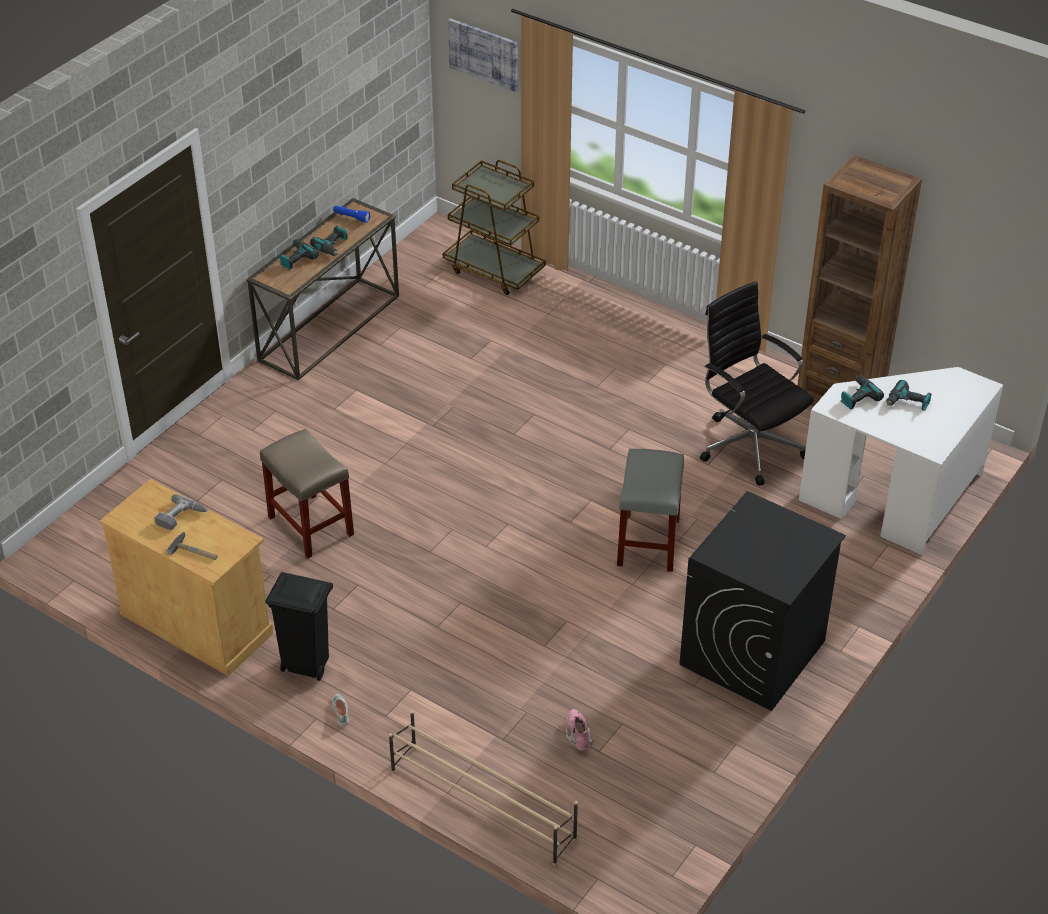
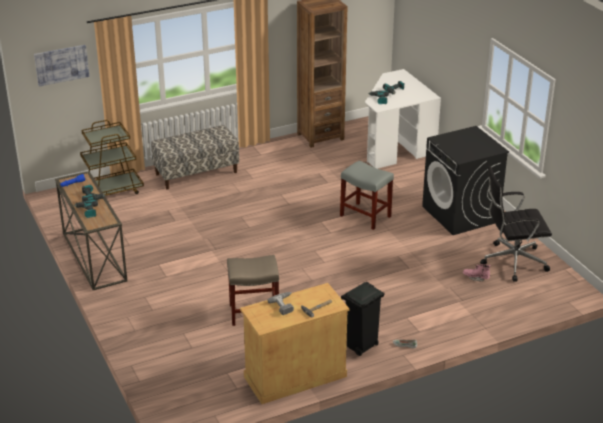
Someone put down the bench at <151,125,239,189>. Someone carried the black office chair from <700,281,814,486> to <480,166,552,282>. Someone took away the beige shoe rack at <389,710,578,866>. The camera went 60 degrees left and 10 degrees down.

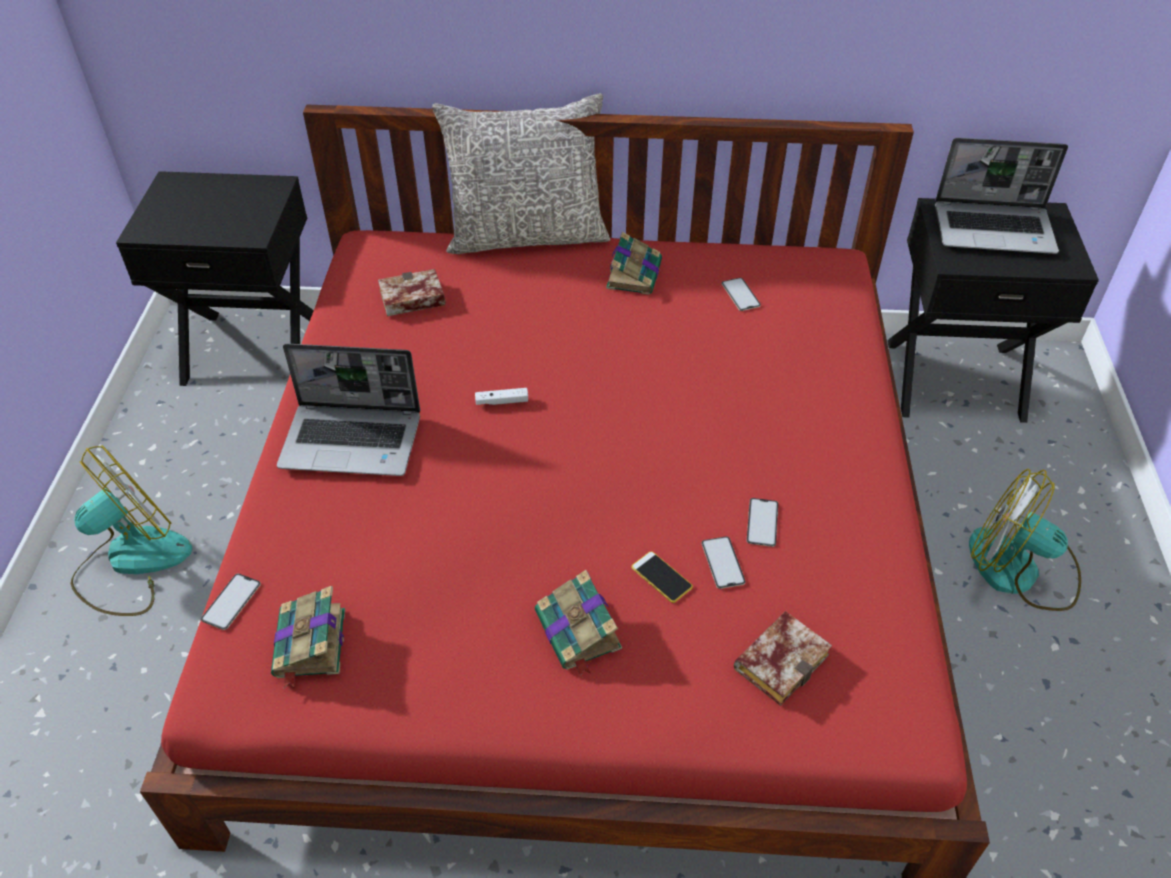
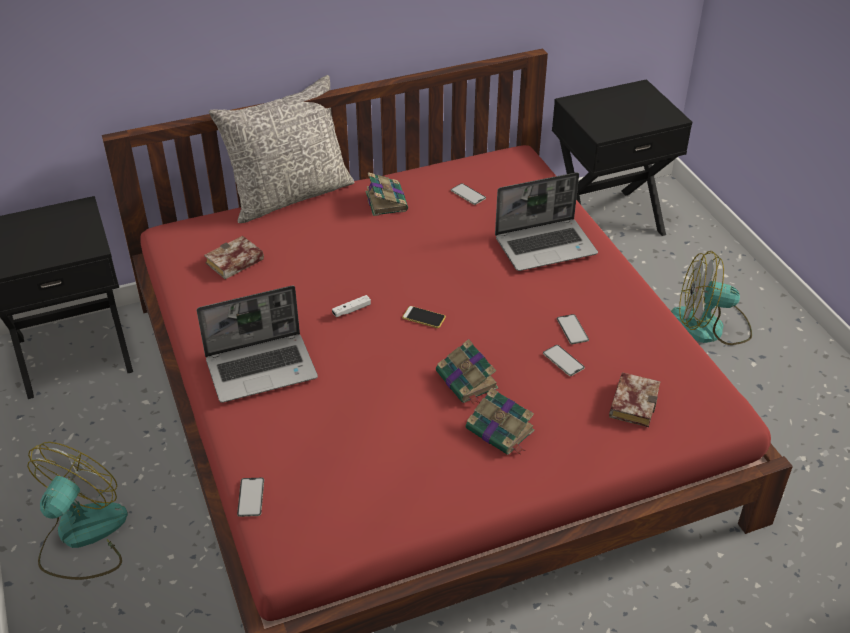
Someone carried the phone from <632,551,693,603> to <402,306,446,328>. Someone carried the book from <271,586,345,688> to <436,339,498,405>. Someone carried the laptop from <935,138,1068,254> to <495,172,598,271>. The camera went 25 degrees left and 5 degrees down.

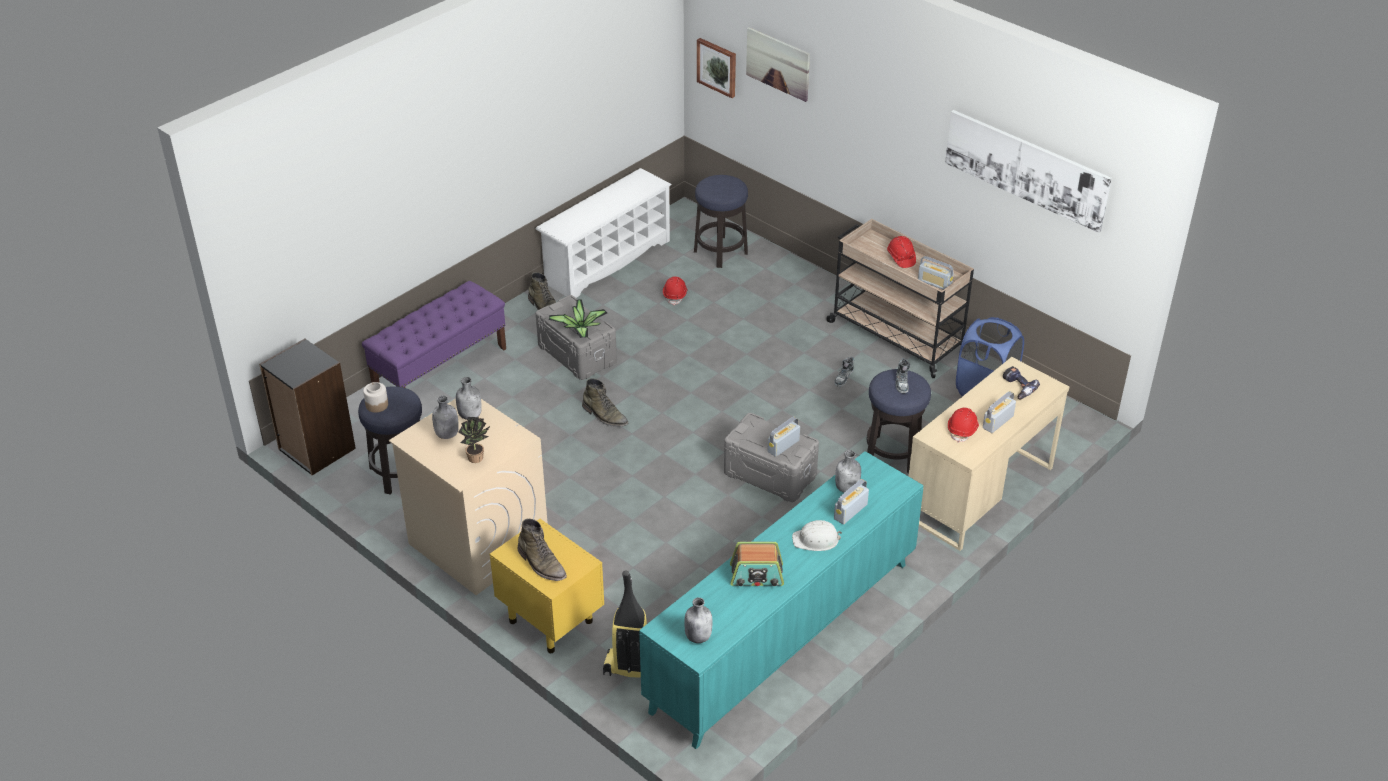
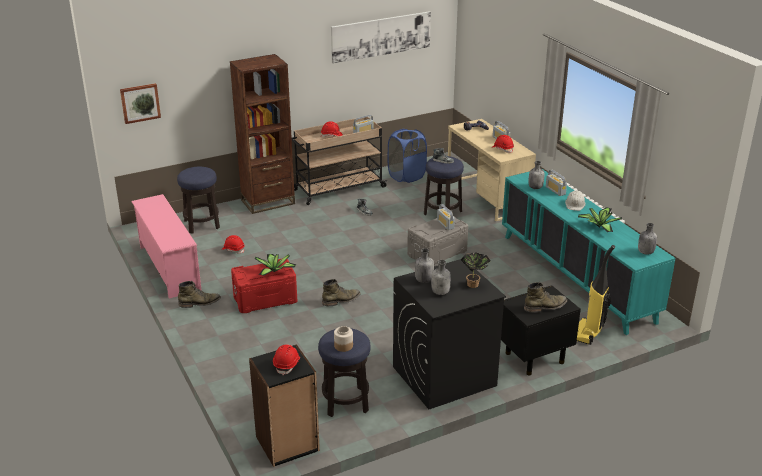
Someone repainted the white shoe rack at <536,168,672,298>, which became the pink shoe rack at <131,194,202,299>. Someone put down the brown bookcase at <230,54,295,214>. Someone repainted the grey storage box at <536,295,617,380>, which became the red storage box at <231,259,297,313>. Someone put down the red hard hat at <273,344,300,376>. Someone repainted the beige washing machine at <389,399,548,595>, which became the black washing machine at <393,259,506,409>. Someone repainted the yellow nightstand at <490,519,604,653>, which became the black nightstand at <501,285,581,376>. Someone swapped the radio at <730,542,784,586> for the potted plant at <578,208,622,232>. Someone took away the purple bench at <362,281,506,388>. Someone took away the picture at <746,27,810,102>. The camera went 70 degrees left and 10 degrees down.

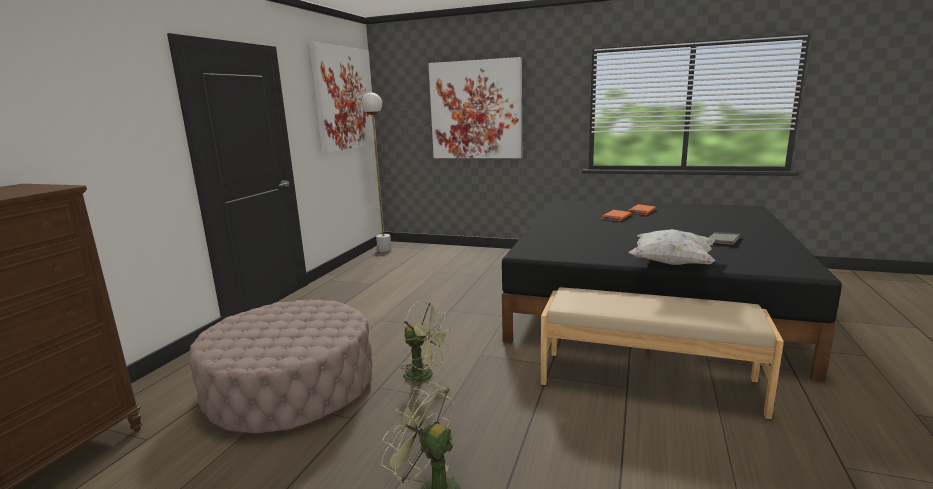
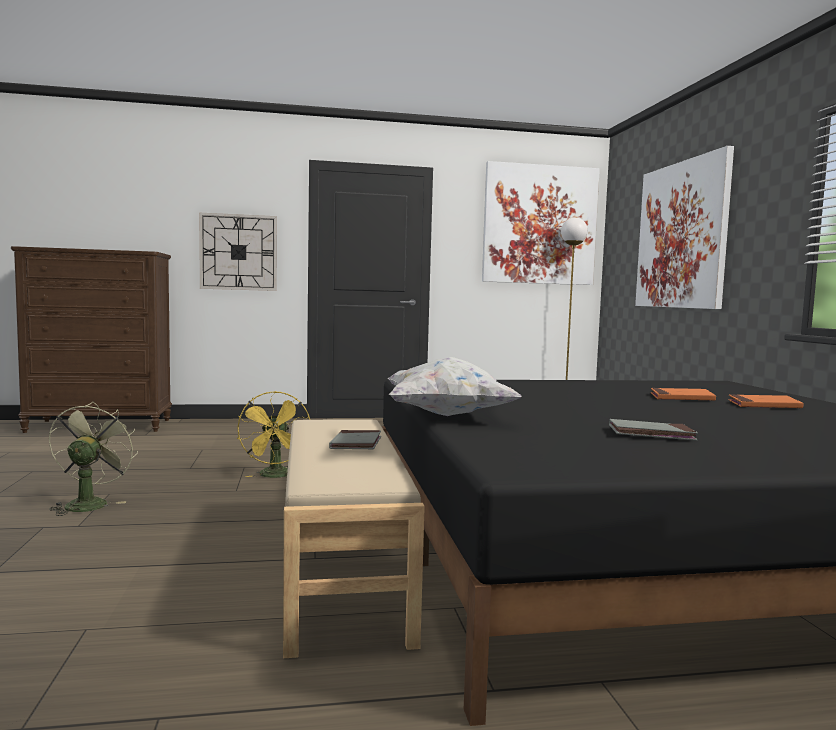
Someone put up the wall clock at <199,213,277,291>. Someone repainted the green fan at <401,300,450,390>, which became the yellow fan at <237,391,310,478>. Someone put down the grey book at <329,430,381,449>. Someone took away the beige ottoman at <189,299,372,434>. The camera went 60 degrees right and 10 degrees down.

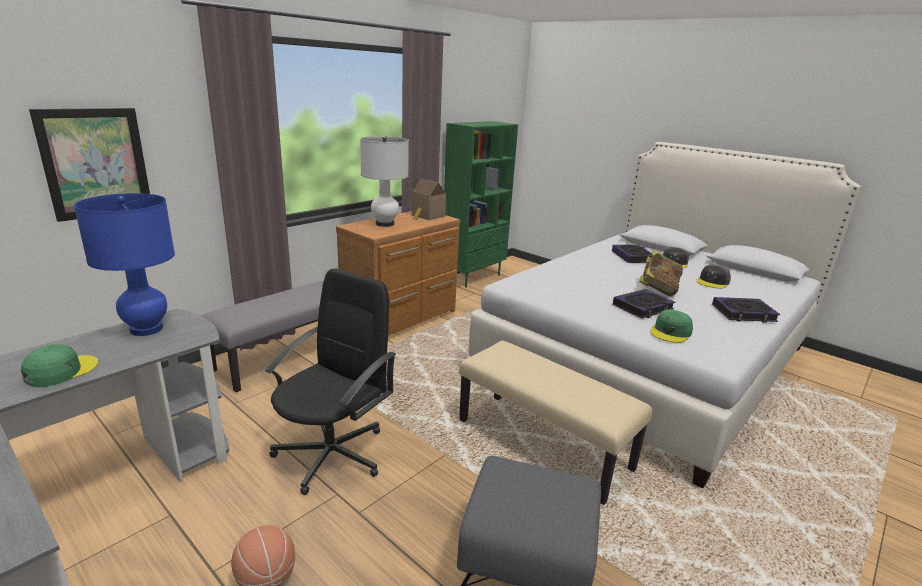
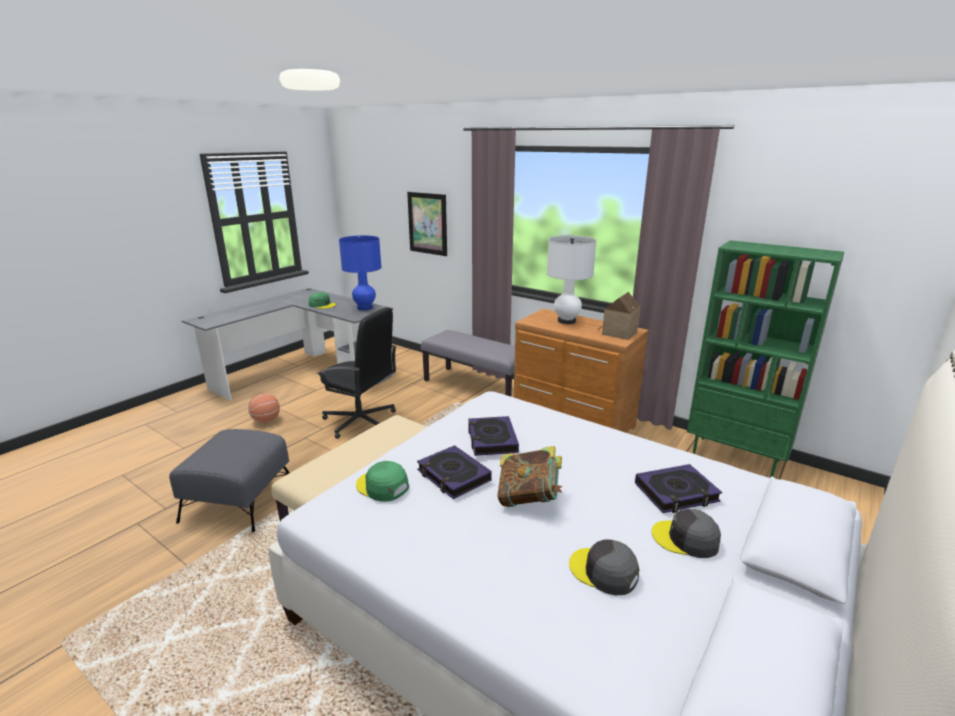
Someone carried the book from <712,297,780,323> to <468,416,519,456>. The camera went 85 degrees right and 0 degrees up.

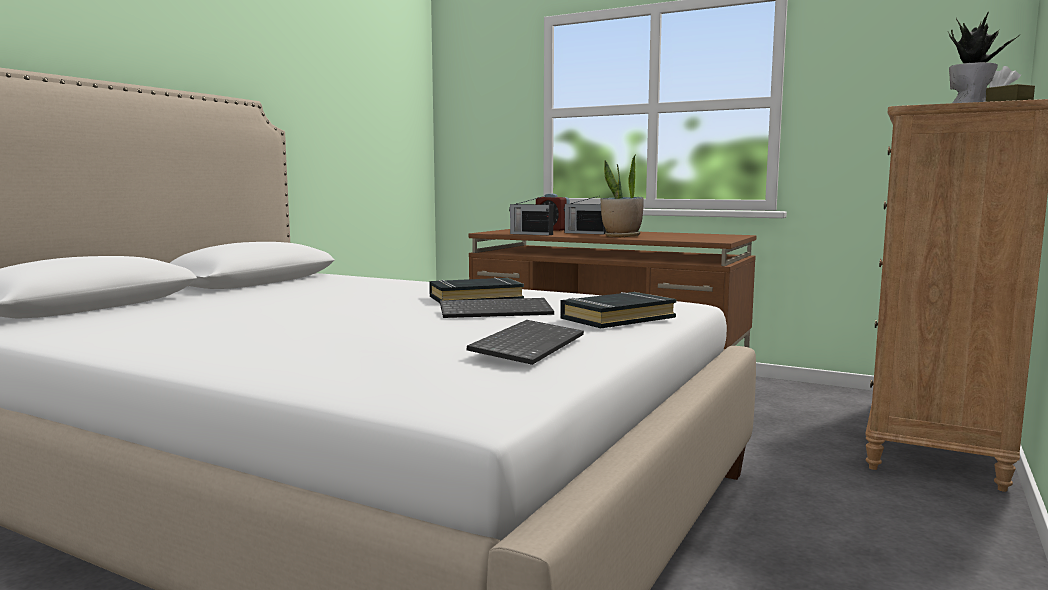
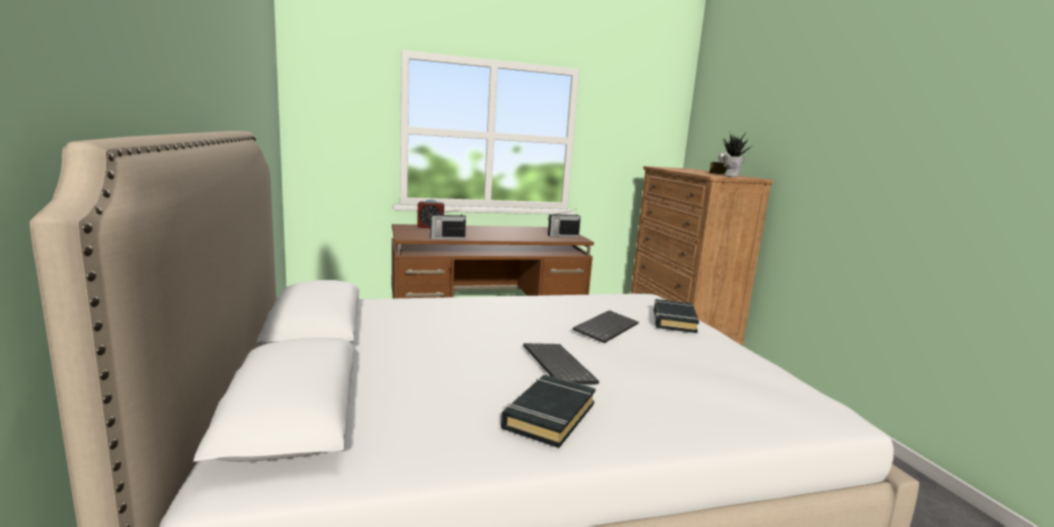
Someone carried the black book from <429,277,524,303> to <501,375,596,448>. Someone carried the keyboard from <467,320,584,365> to <523,343,599,384>. Someone carried the radio from <564,196,606,234> to <548,210,581,237>. Someone took away the potted plant at <601,155,643,237>. The camera went 45 degrees left and 5 degrees up.

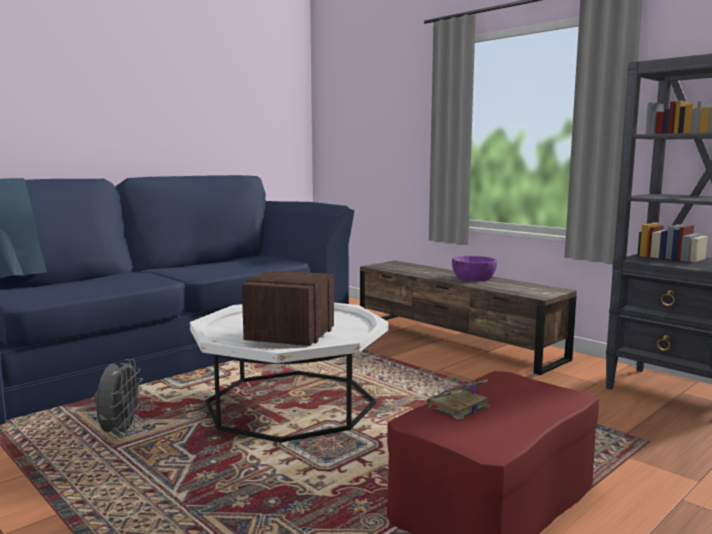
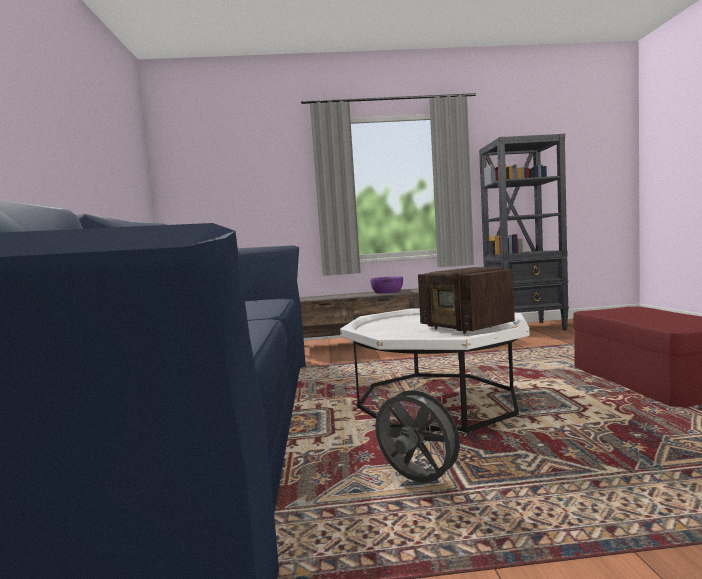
Someone took away the book at <426,379,490,420>. The camera went 50 degrees left and 5 degrees down.

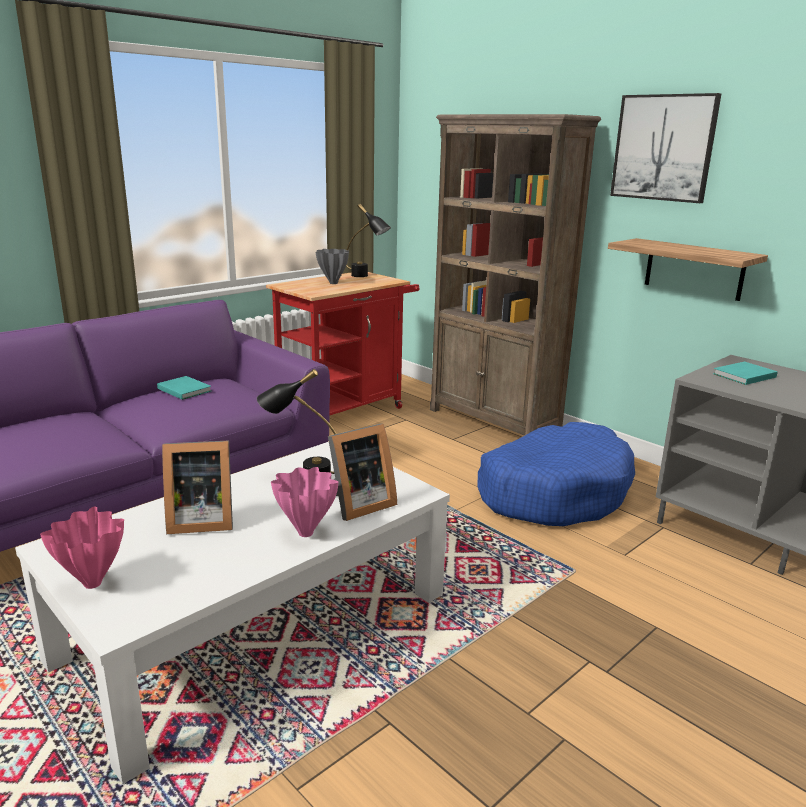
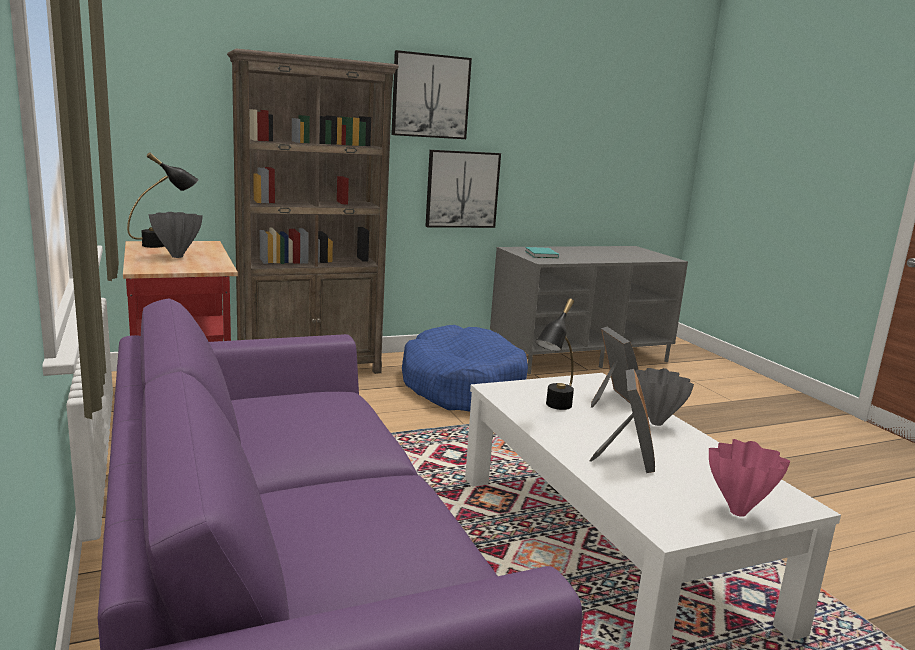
Someone swapped the shelf at <608,238,768,301> for the picture at <425,150,501,228>. Someone repainted the pink vase at <271,467,339,537>, which became the grey vase at <636,368,694,426>. Someone took away the turquoise book at <157,376,211,400>. The camera went 70 degrees left and 5 degrees down.

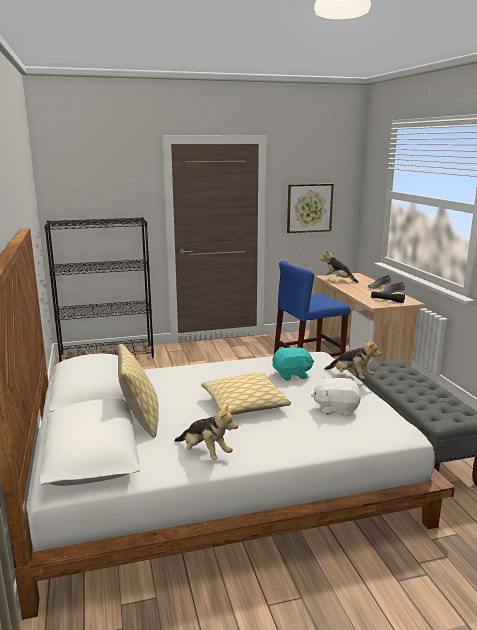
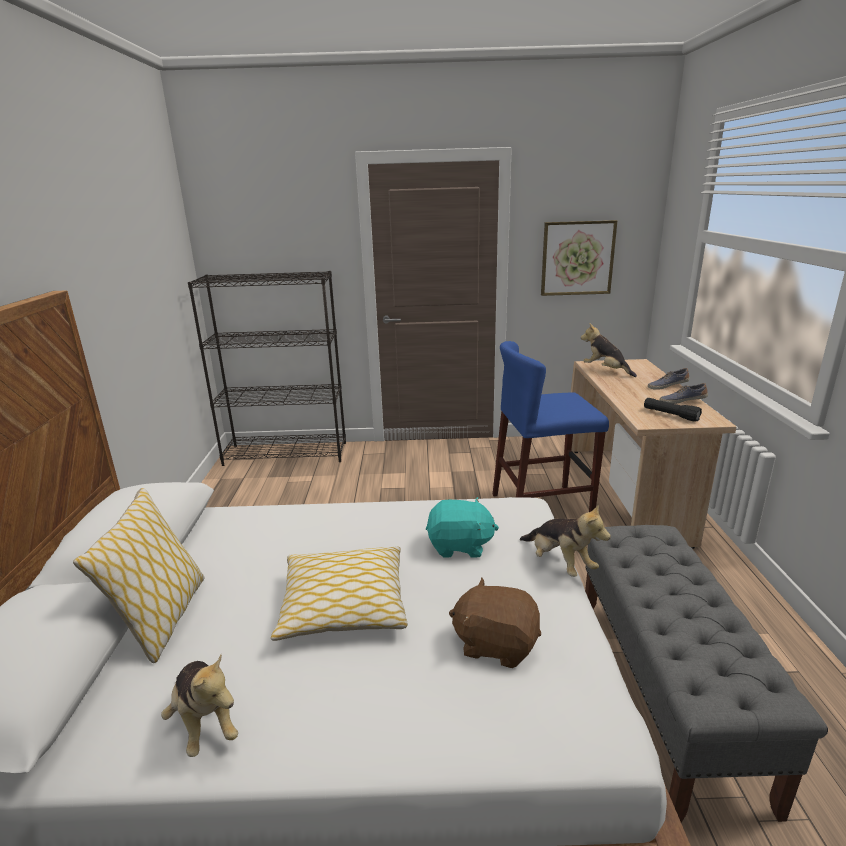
Someone repainted the white plush toy at <311,376,361,416>, which became the brown plush toy at <449,577,541,668>. The camera went 15 degrees right and 5 degrees up.

